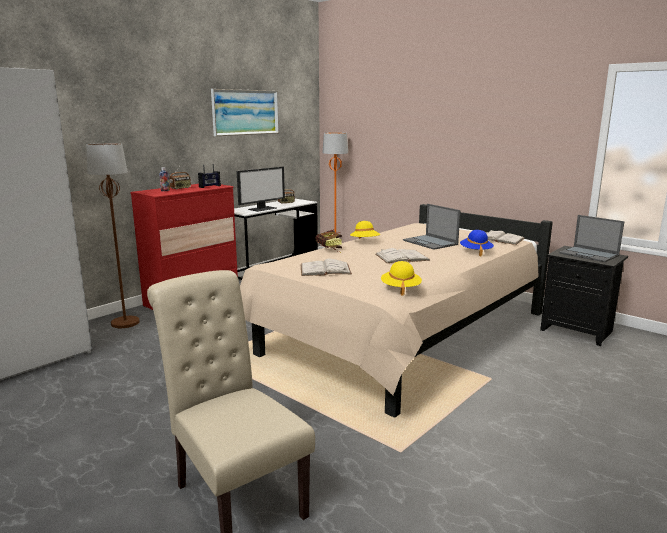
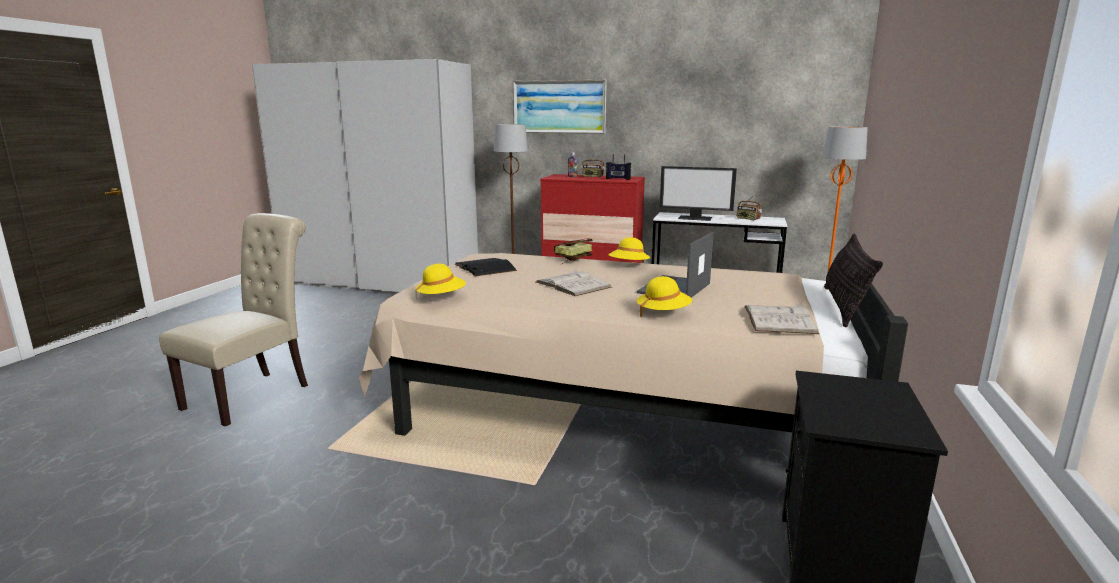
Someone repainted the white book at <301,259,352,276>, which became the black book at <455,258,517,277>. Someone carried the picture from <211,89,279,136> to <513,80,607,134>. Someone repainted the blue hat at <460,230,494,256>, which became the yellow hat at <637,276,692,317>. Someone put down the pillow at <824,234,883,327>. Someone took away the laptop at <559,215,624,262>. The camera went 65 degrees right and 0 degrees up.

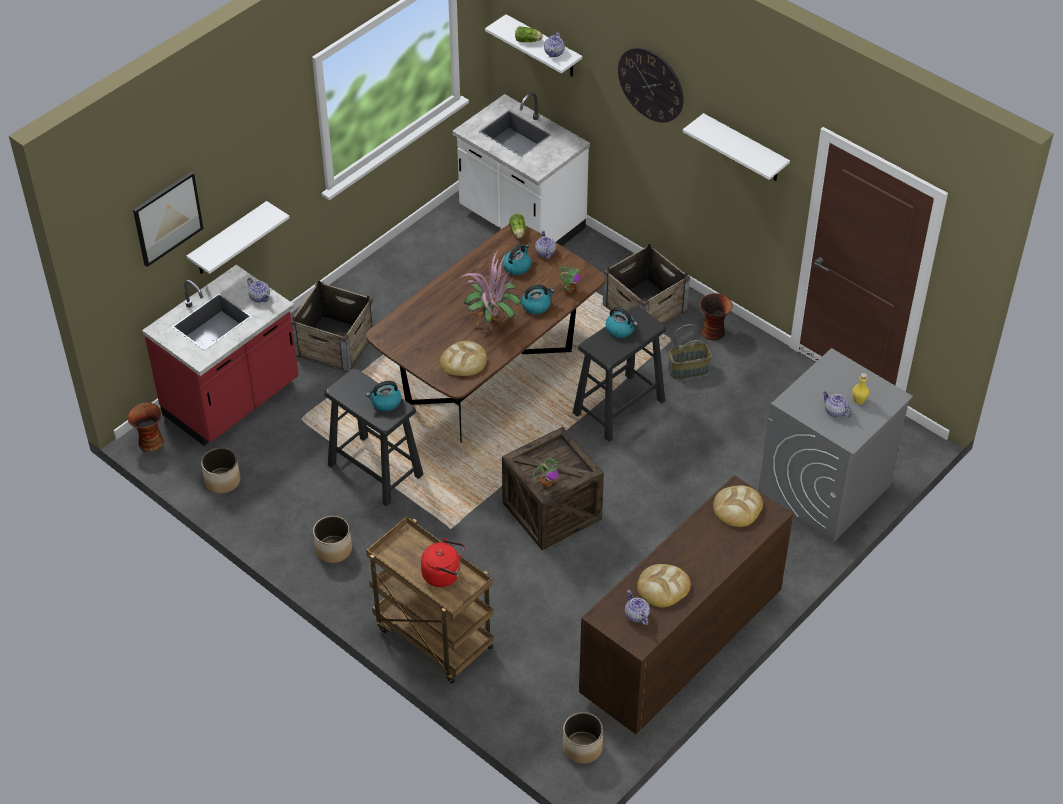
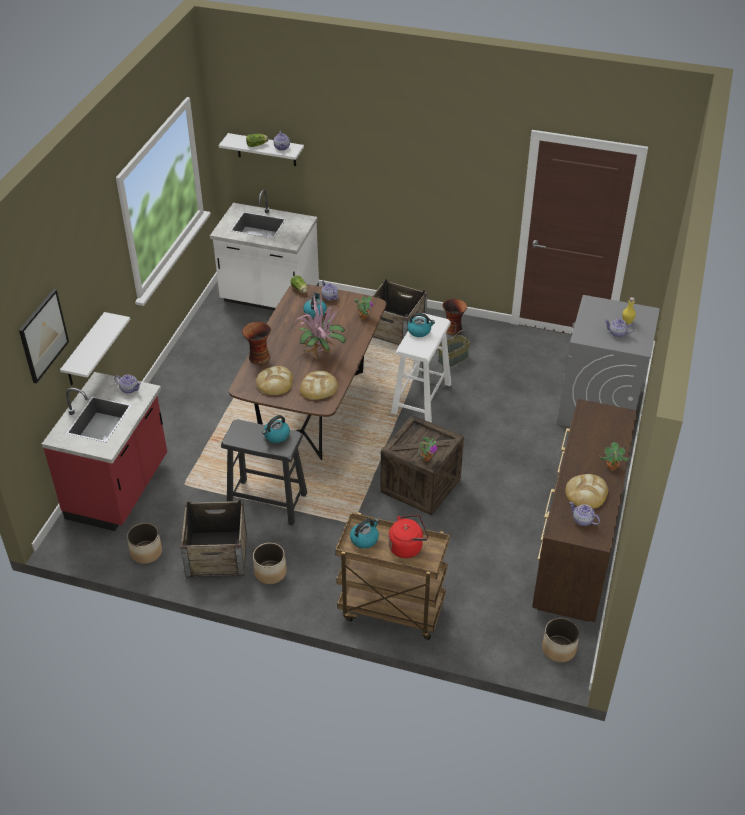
Someone carried the crate from <291,281,375,373> to <180,500,247,577>. Someone carried the vase from <127,403,164,452> to <242,322,271,364>. Someone carried the bread from <713,485,763,527> to <256,366,293,395>. Someone carried the kettle from <521,285,555,314> to <350,519,379,549>. Someone repainted the black stool at <573,306,667,442>, which became the white stool at <391,313,451,423>. Someone put down the potted plant at <599,442,630,471>. Someone took away the wall clock at <618,47,683,123>. Someone took away the white shelf at <683,113,790,181>. The camera went 25 degrees left and 5 degrees down.

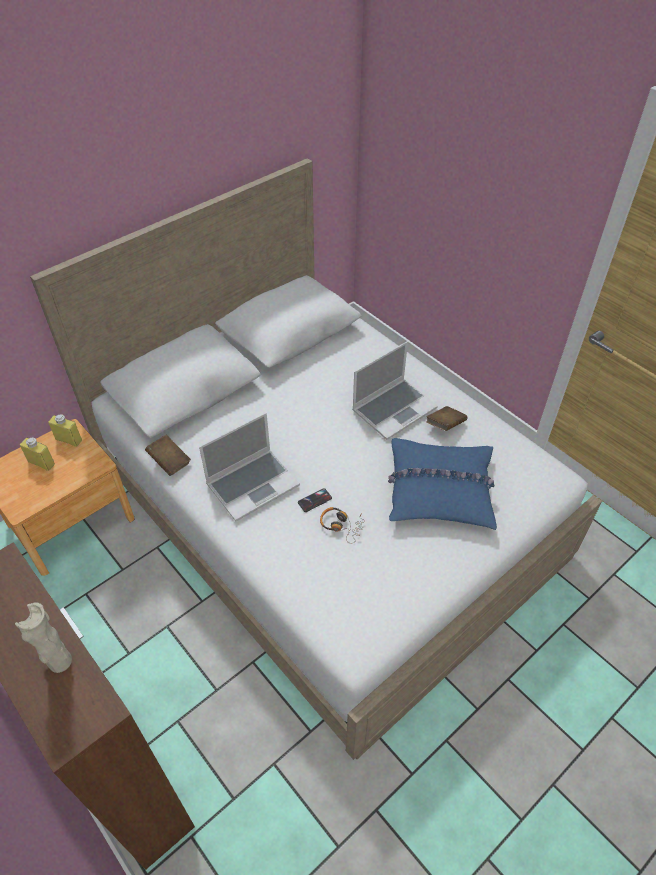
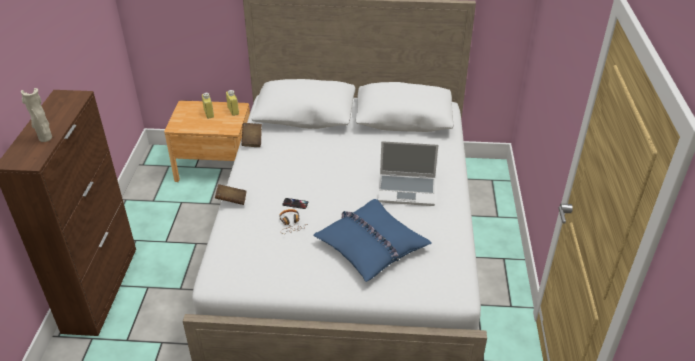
Someone carried the brown book from <426,406,467,431> to <215,184,247,205>. Someone took away the laptop at <199,413,300,521>. The camera went 45 degrees right and 10 degrees down.

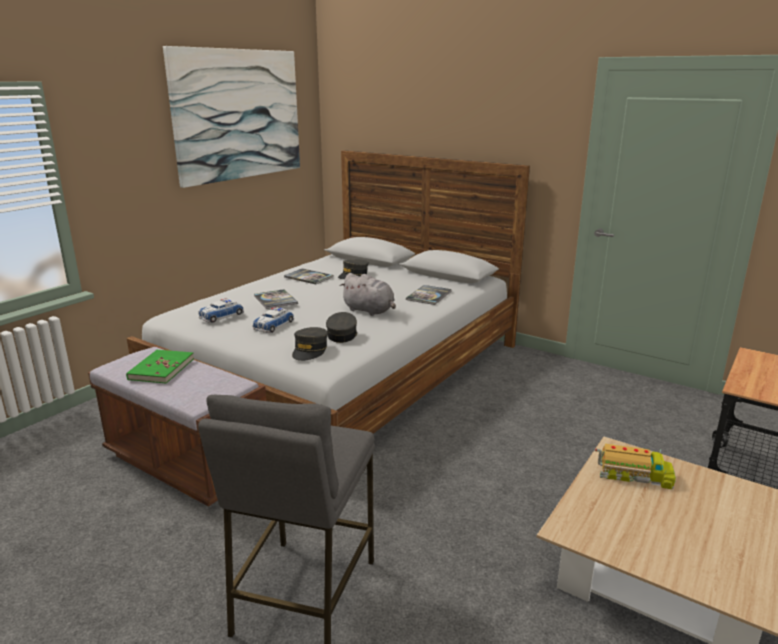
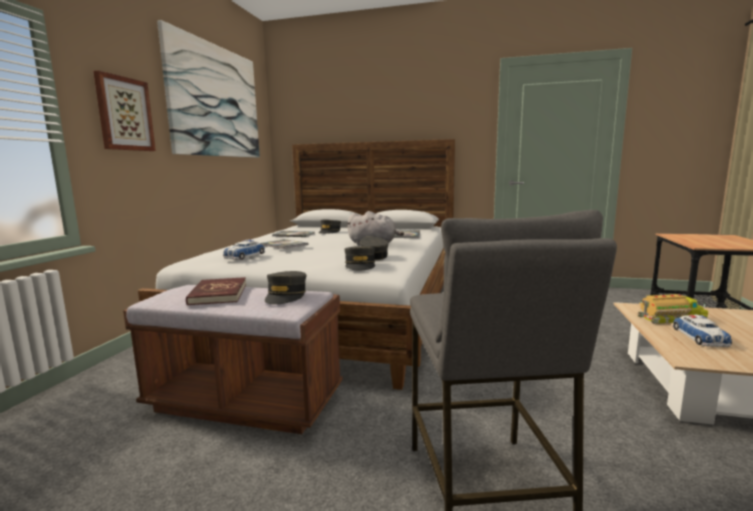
Someone put up the picture at <93,70,156,151>. Someone repainted the green book at <126,349,194,384>, which became the red book at <186,277,246,306>. Someone put down the grey cap at <265,271,306,304>. Someone carried the toy car from <253,307,294,333> to <672,315,732,347>. The camera went 20 degrees left and 10 degrees down.

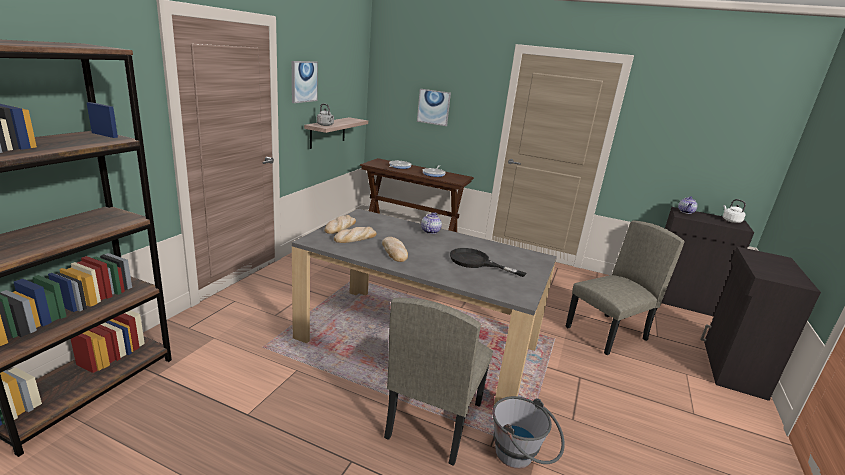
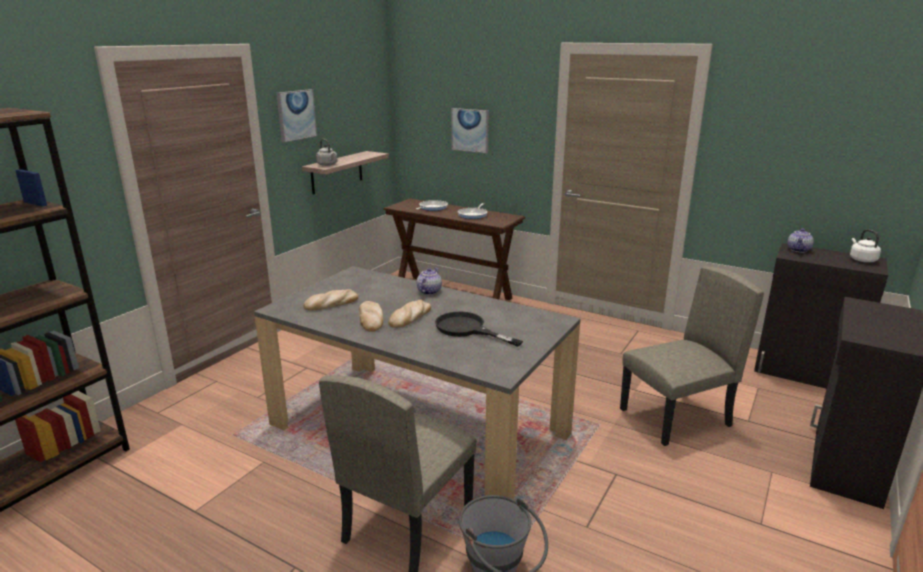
Someone carried the bread from <324,215,356,234> to <388,299,431,328>. The camera went 10 degrees right and 0 degrees up.

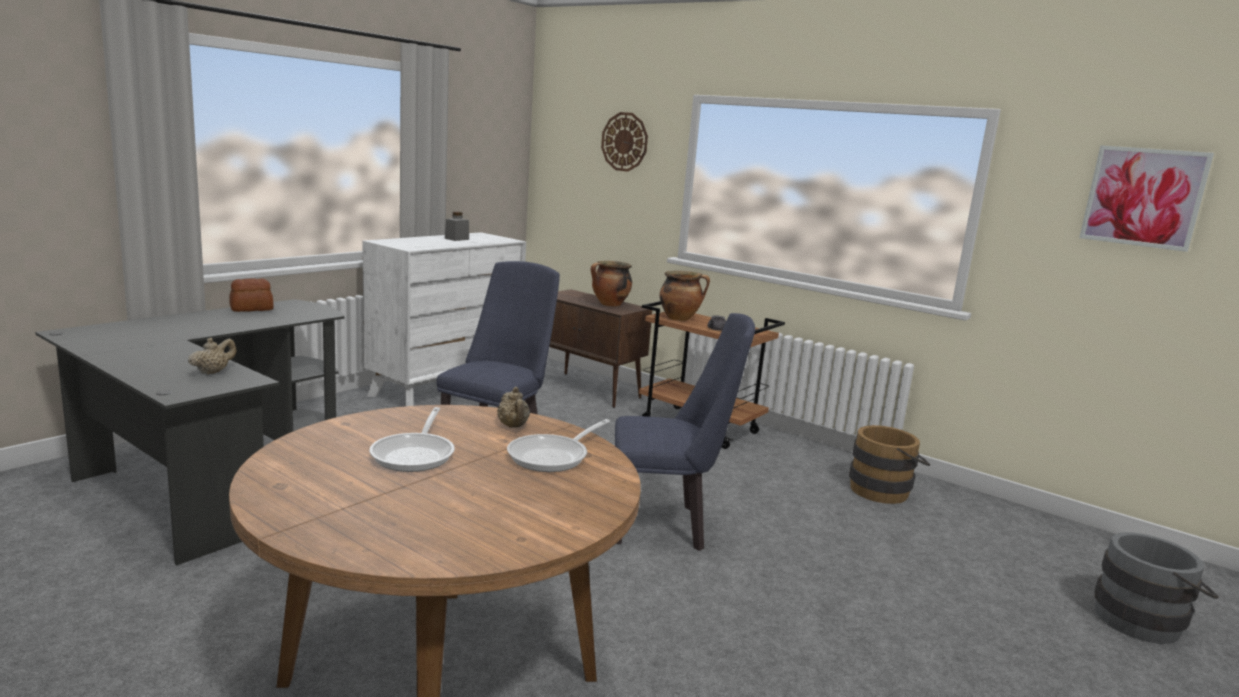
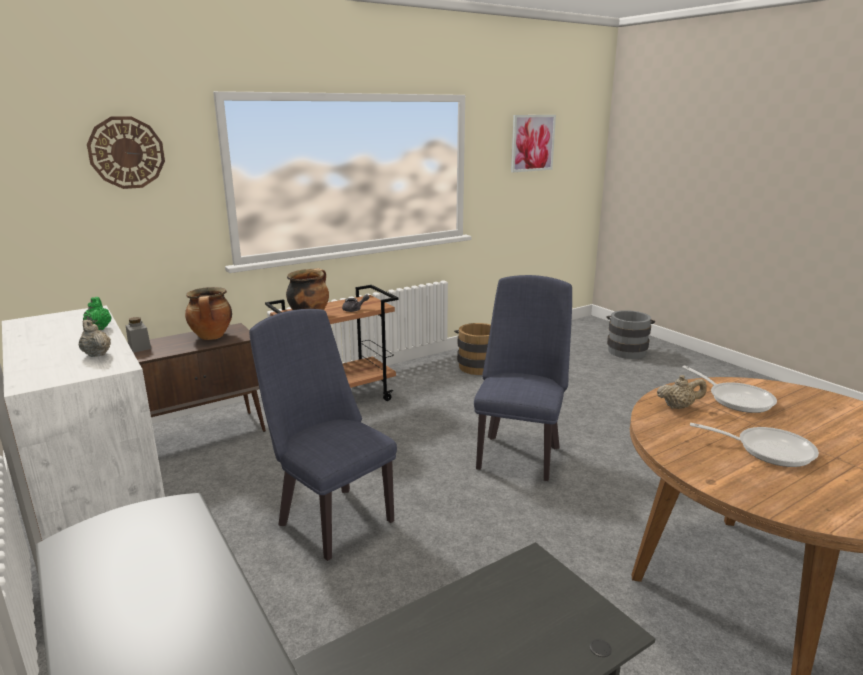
Someone carried the beige teapot from <188,338,237,375> to <79,320,111,357>. Someone put down the green teapot at <83,297,112,330>. Someone carried the grey jar from <445,212,469,241> to <126,317,151,353>. Someone took away the bread at <229,278,274,312>. The camera went 70 degrees left and 5 degrees up.

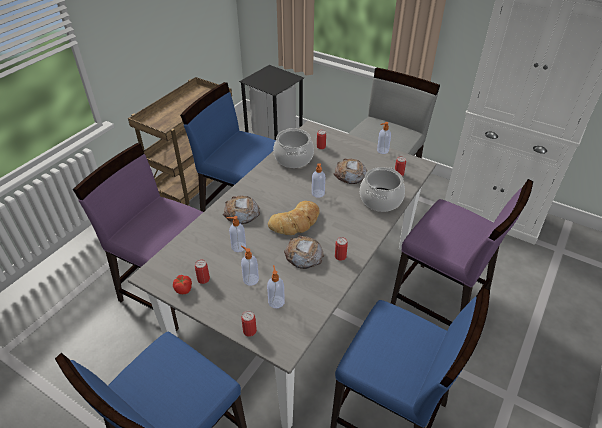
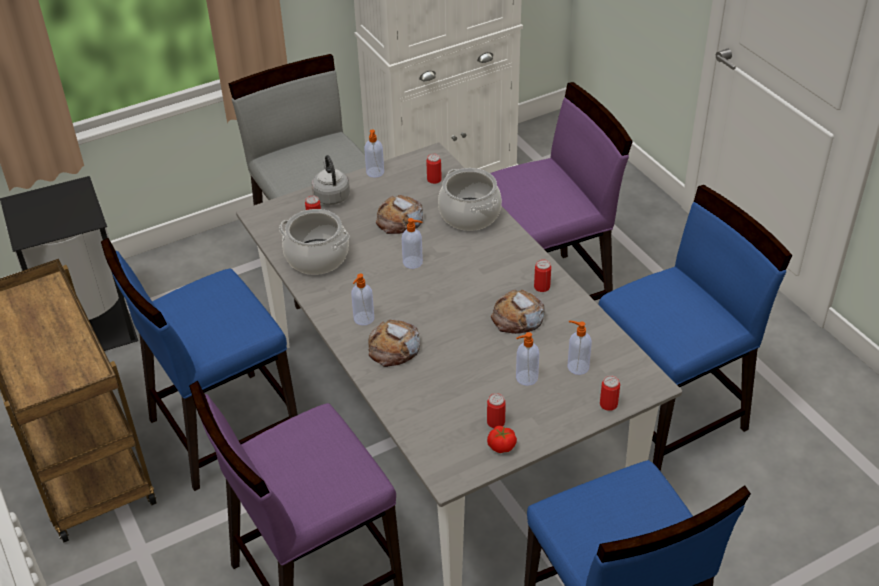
Someone put down the grey kettle at <311,155,350,205>. Someone carried the soap dispenser from <226,216,246,252> to <351,273,374,325>. Someone took away the bread at <268,201,320,235>. The camera went 60 degrees left and 0 degrees up.

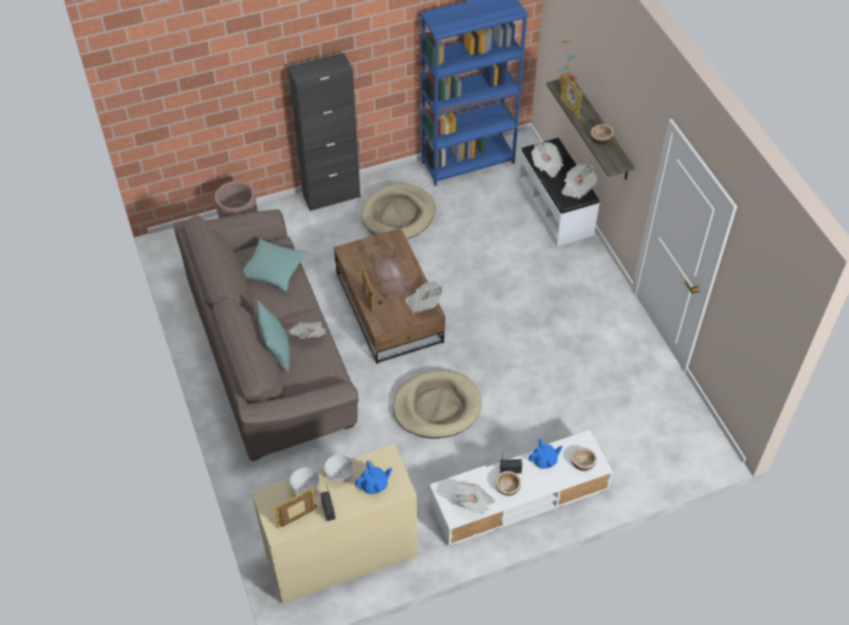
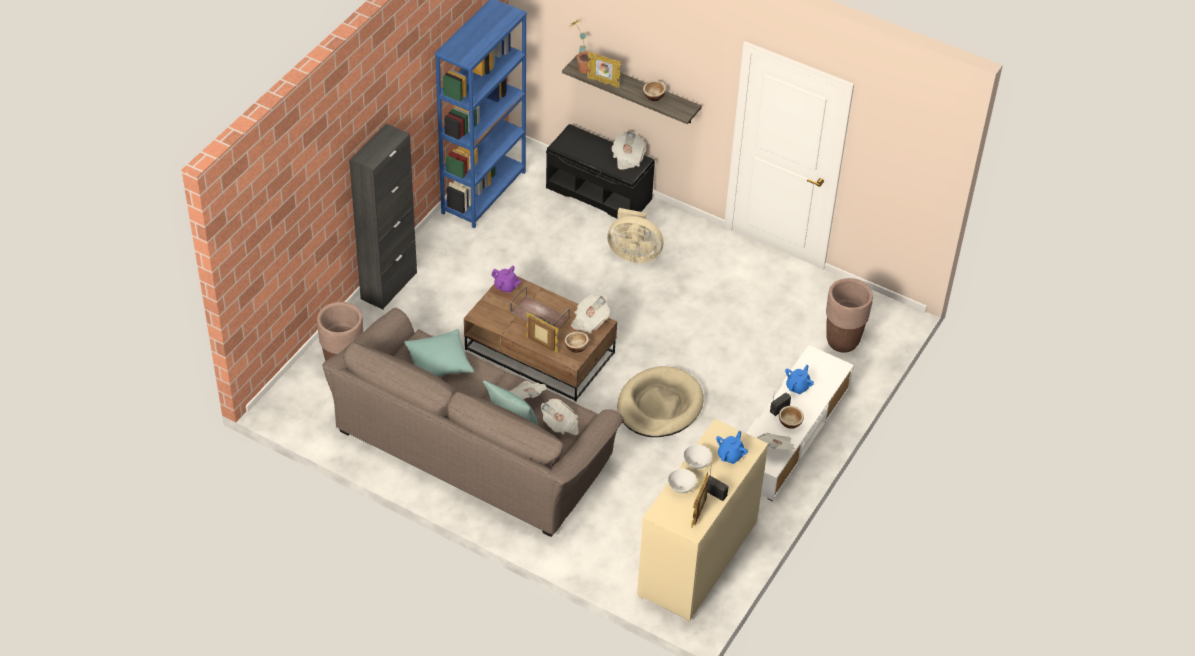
Someone put down the purple teapot at <491,266,522,293>. Someone carried the newspaper from <531,141,564,178> to <541,399,578,435>. Someone repainted the white bench at <519,138,600,247>, which became the black bench at <546,124,655,218>. Someone carried the bowl from <571,448,597,471> to <564,331,589,353>. Someone put down the beige fan at <607,208,664,263>. Someone put down the brown planter at <826,278,873,353>. Someone took away the beige dog bed at <360,184,435,239>. The camera went 40 degrees left and 5 degrees down.

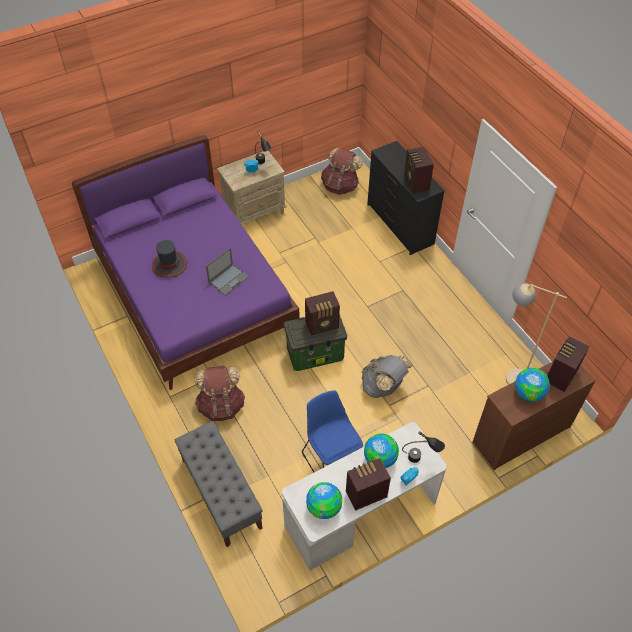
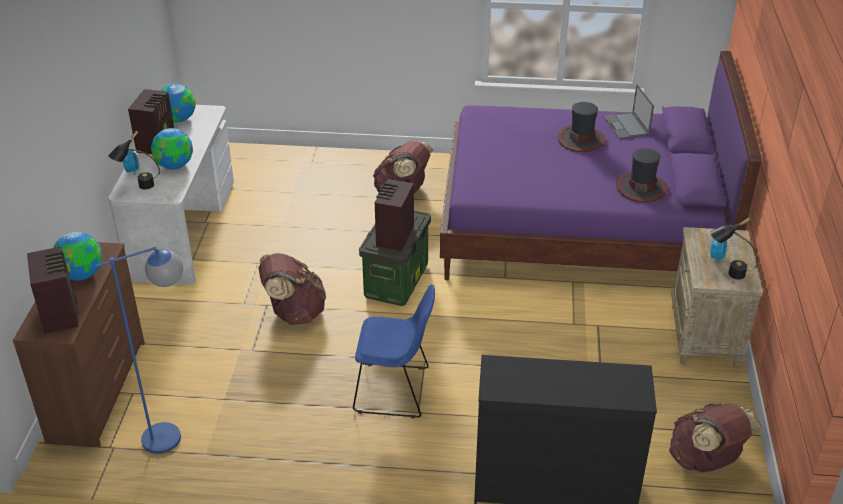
Someone repainted the beige floor lamp at <506,283,567,385>, which became the blue floor lamp at <96,247,183,454>. Someone repainted the grey backpack at <362,355,413,398>, which became the brown backpack at <258,252,326,325>. Someone carried the blue chair from <302,390,363,472> to <353,284,435,418>. Someone carried the laptop from <206,248,249,296> to <603,84,654,139>. Someone put down the hat at <616,148,668,203>. Someone took away the grey bench at <175,421,263,547>. Someone took away the radio at <404,146,434,193>. The camera went 125 degrees right and 15 degrees down.

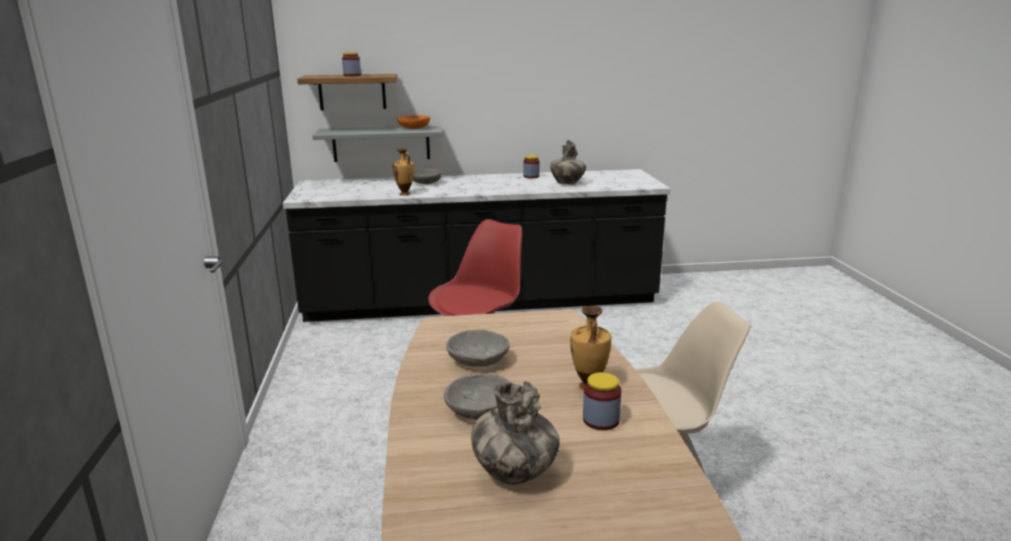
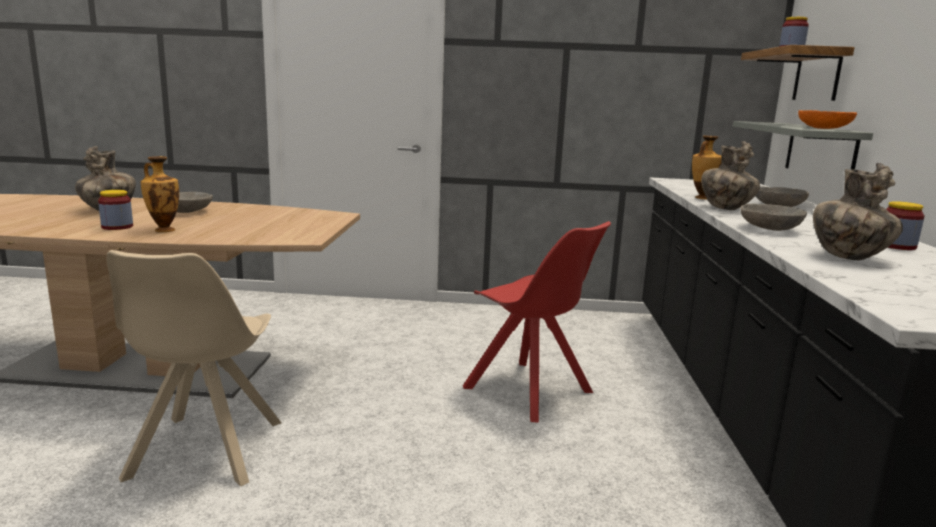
Someone put down the vase at <701,141,760,210>. Someone carried the grey bowl from <446,330,510,367> to <740,203,807,231>. The camera went 100 degrees right and 5 degrees down.

